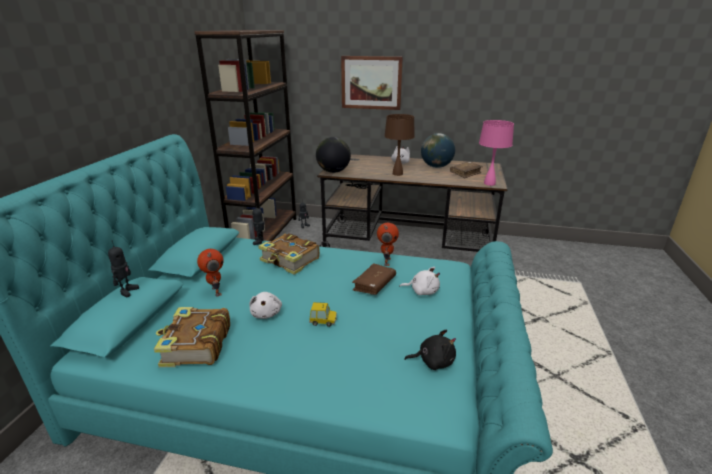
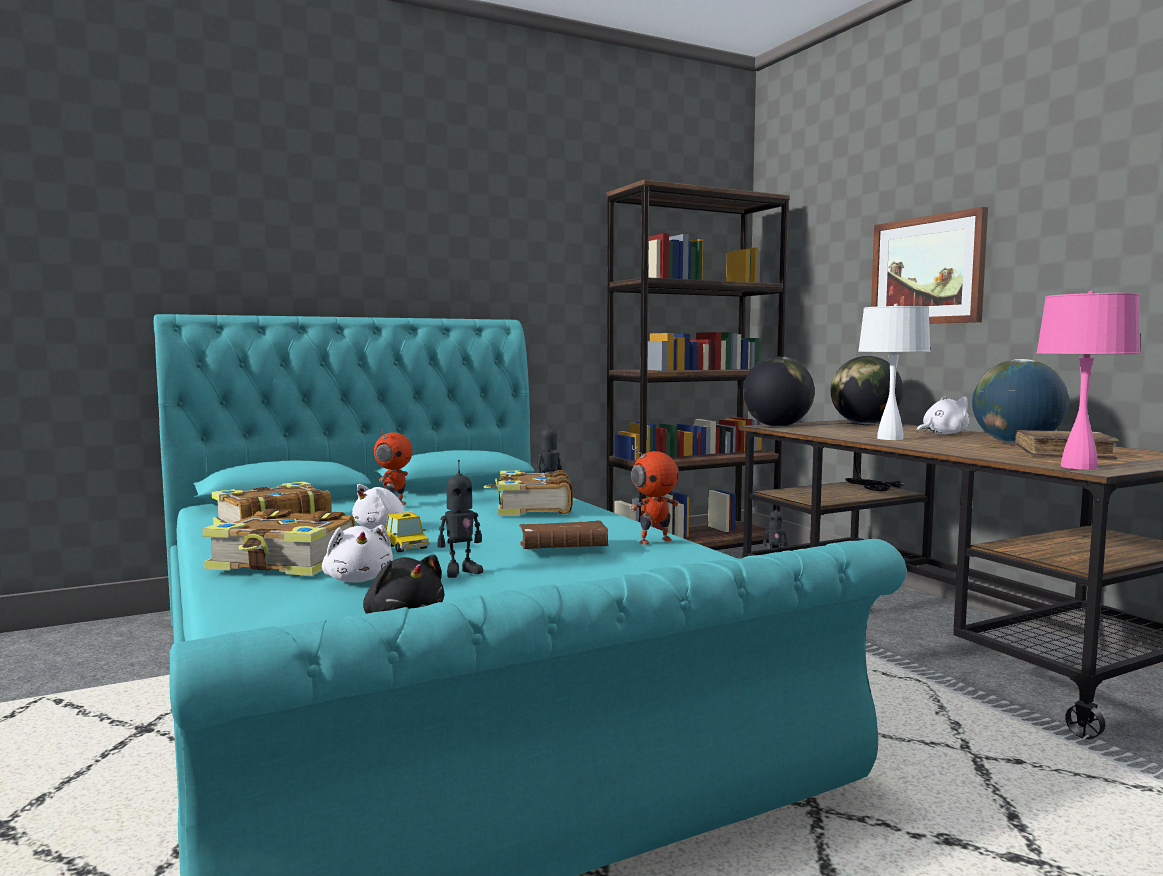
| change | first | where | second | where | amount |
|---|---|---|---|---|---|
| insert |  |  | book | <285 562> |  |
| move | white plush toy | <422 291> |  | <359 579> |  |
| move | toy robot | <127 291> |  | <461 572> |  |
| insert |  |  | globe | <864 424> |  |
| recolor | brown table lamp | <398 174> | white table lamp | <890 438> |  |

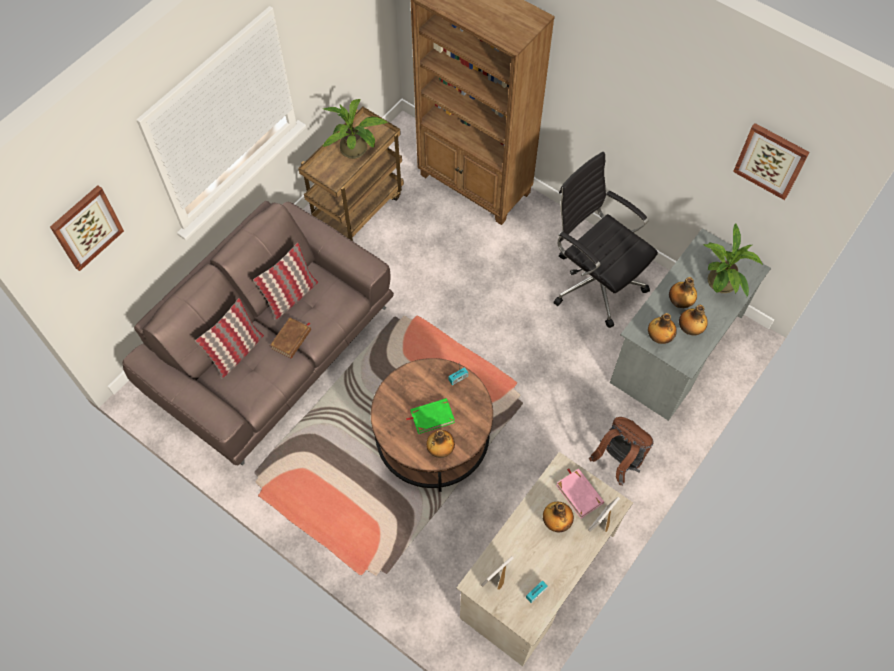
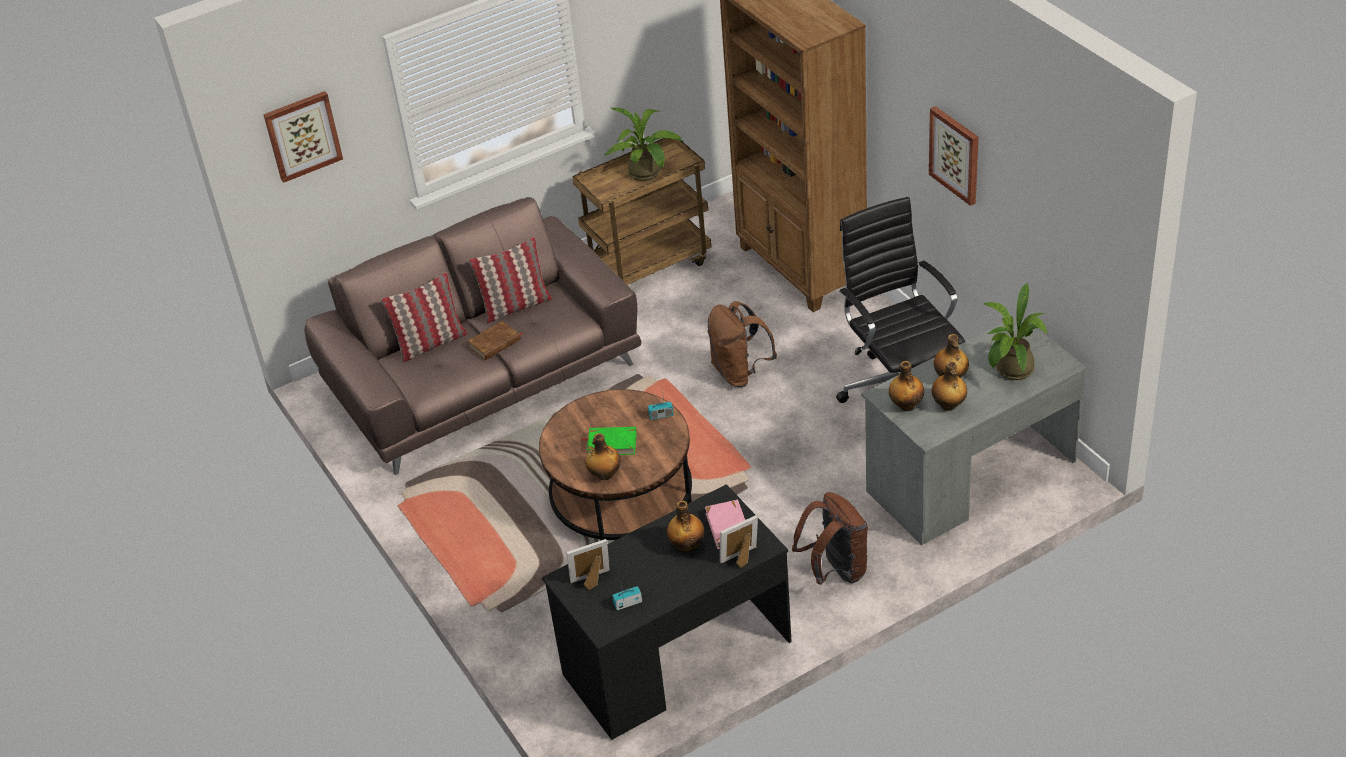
| change | first | where | second | where | amount |
|---|---|---|---|---|---|
| recolor | beige desk | <537 576> | black desk | <676 658> |  |
| insert |  |  | brown backpack | <740 373> |  |
| move | picture | <771 160> |  | <955 154> |  |

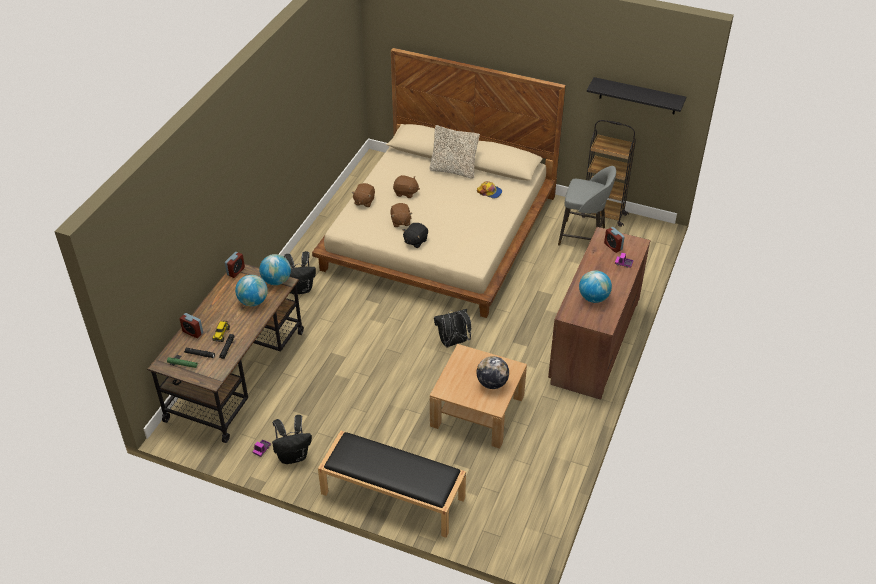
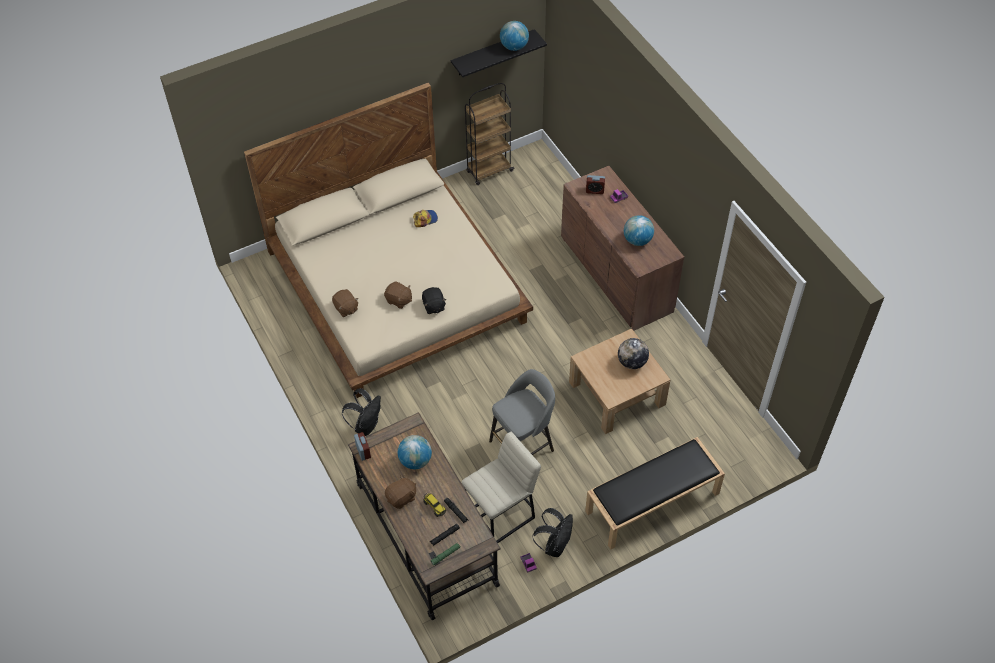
| change | first | where | second | where | amount |
|---|---|---|---|---|---|
| move | brown plush toy | <406 193> |  | <401 498> |  |
| insert |  |  | beige chair | <501 514> |  |
| move | grey stool | <583 236> |  | <523 445> |  |
| move | globe | <276 281> |  | <514 47> |  |
| delete | alarm clock | <193 332> |  |  |  |
| delete | beige pillow | <454 169> |  |  |  |
| delete | black backpack | <453 342> |  |  |  |

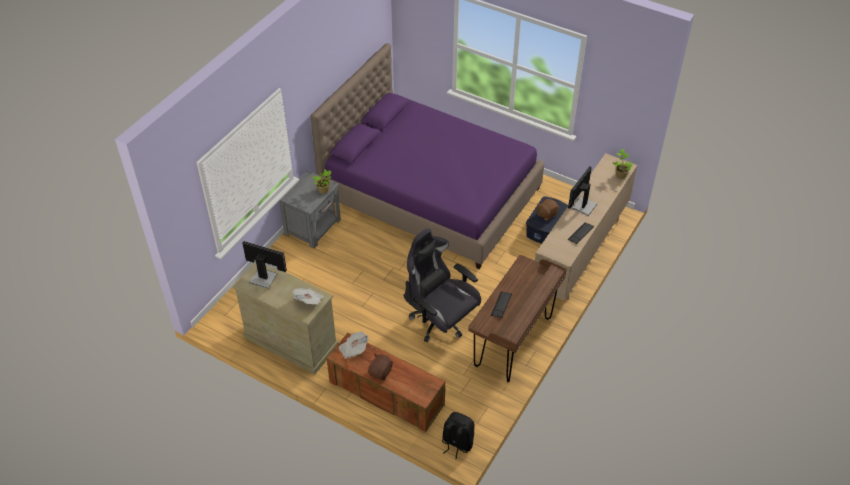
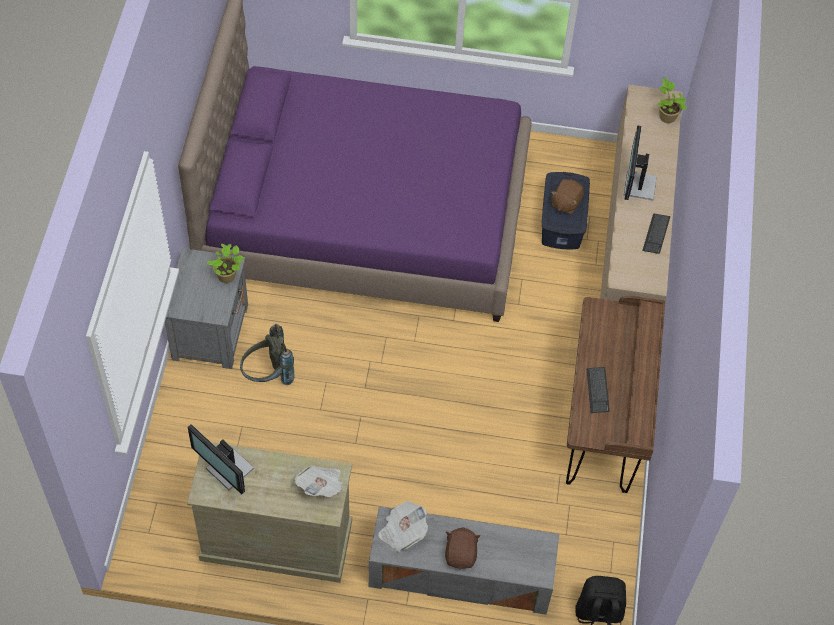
| change | first | where | second | where | amount |
|---|---|---|---|---|---|
| rotate | monitor | <263 277> |  | <228 470> | 135 degrees counterclockwise |
| insert |  |  | grey backpack | <268 375> |  |
| recolor | brown bench | <385 393> | grey bench | <459 575> |  |
| delete | black office chair | <441 323> |  |  |  |

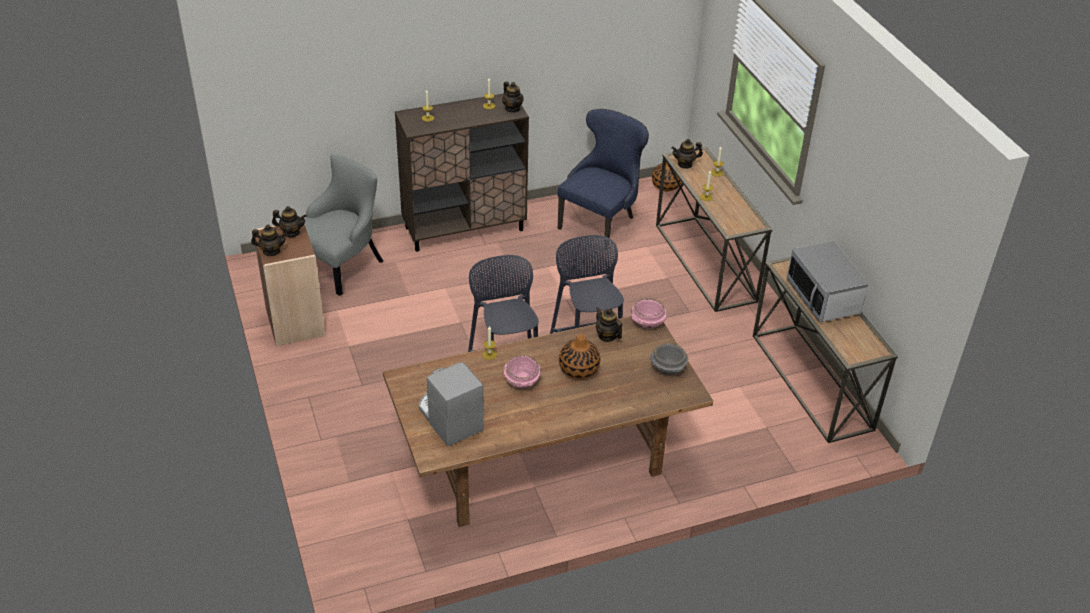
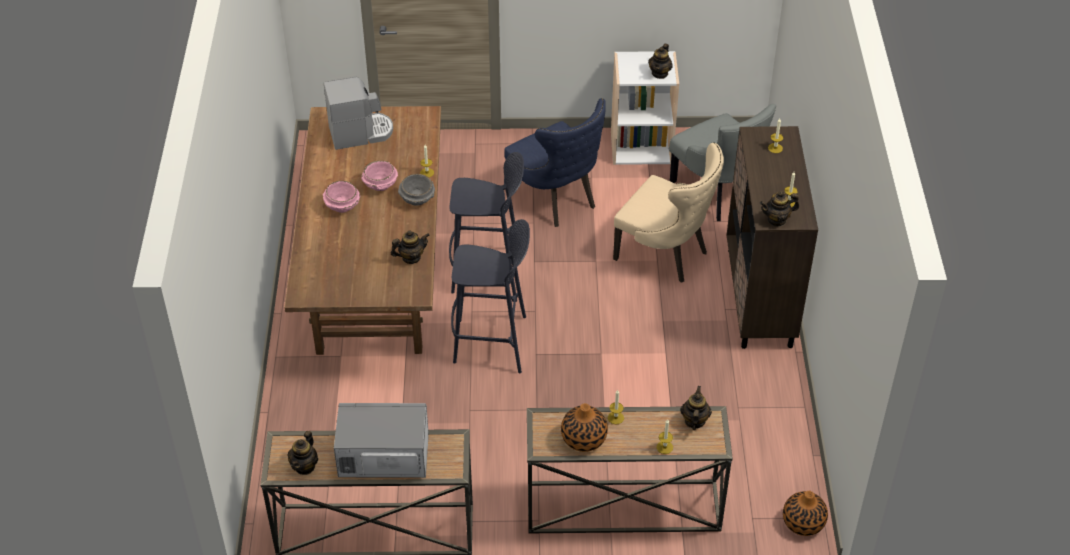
| change | first | where | second | where | amount |
|---|---|---|---|---|---|
| move | teapot | <271 251> |  | <305 466> |  |
| move | pink bowl | <647 323> |  | <342 206> |  |
| move | grey bowl | <667 369> |  | <417 199> |  |
| move | blue chair | <600 223> |  | <556 199> |  |
| move | vase | <578 369> |  | <583 438> |  |
| recolor | brown bookcase | <294 321> | white bookcase | <642 147> |  |
| insert |  |  | beige chair | <665 254> |  |

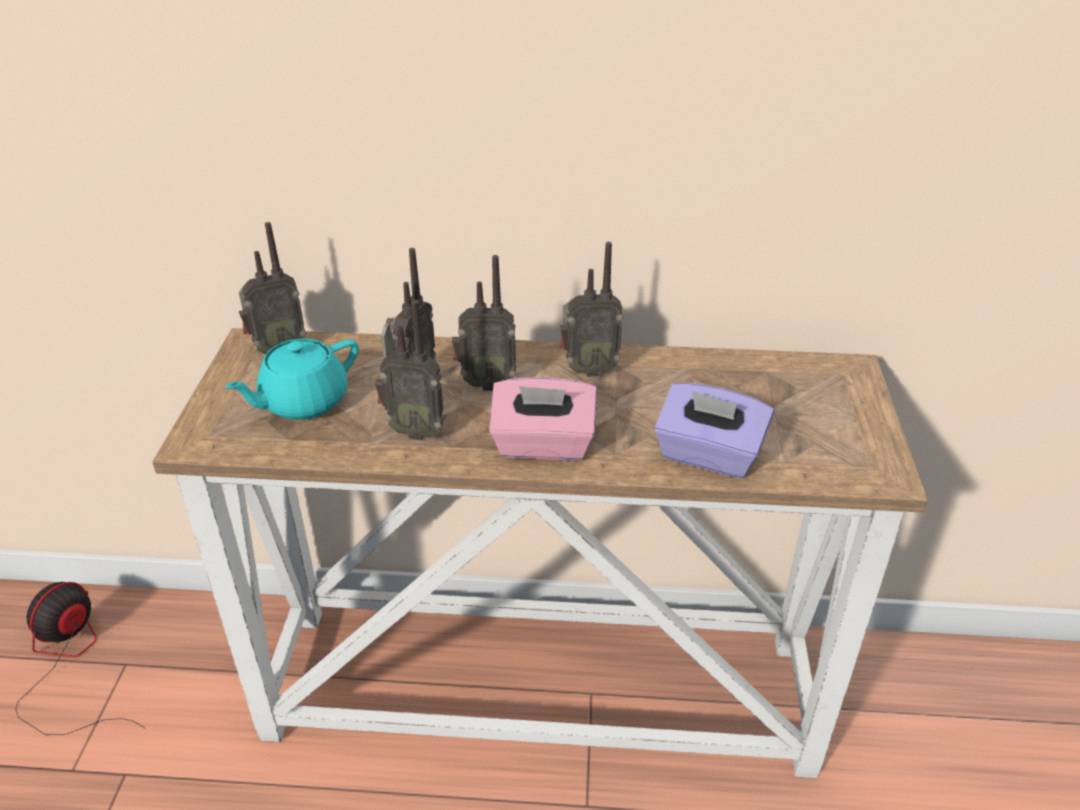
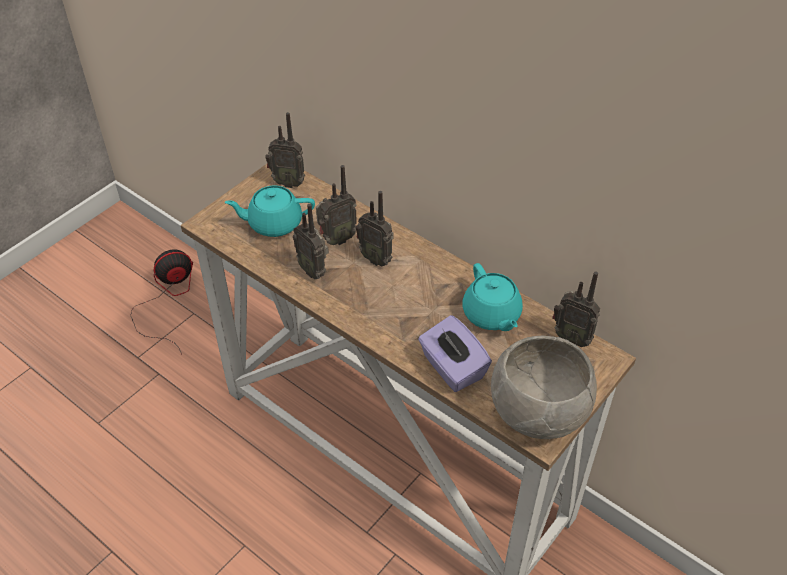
| change | first | where | second | where | amount |
|---|---|---|---|---|---|
| insert |  |  | turquoise teapot | <491 315> |  |
| insert |  |  | grey bowl | <539 413> |  |
| move | radio | <588 369> |  | <571 338> |  |
| delete | pink tissue box | <543 445> |  |  |  |

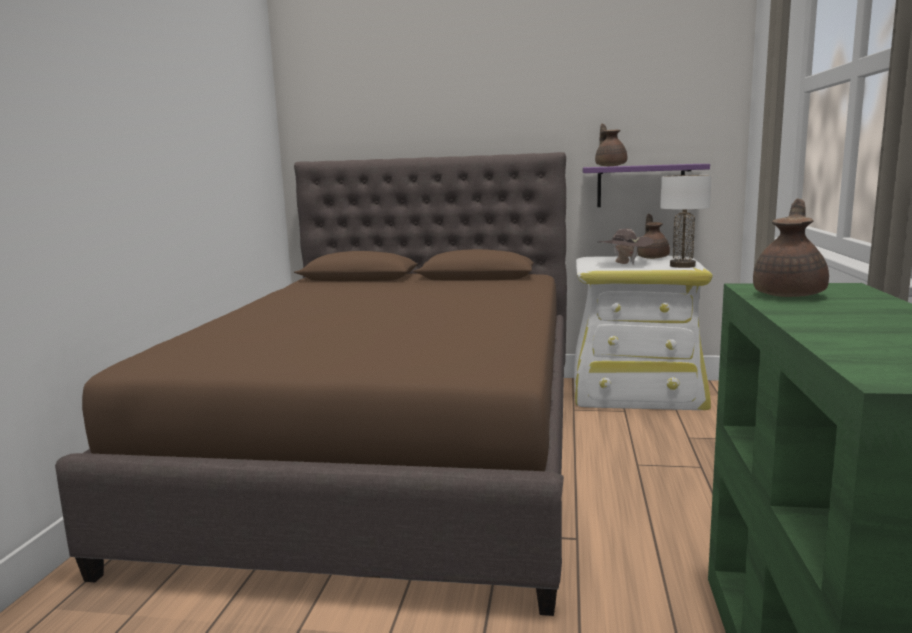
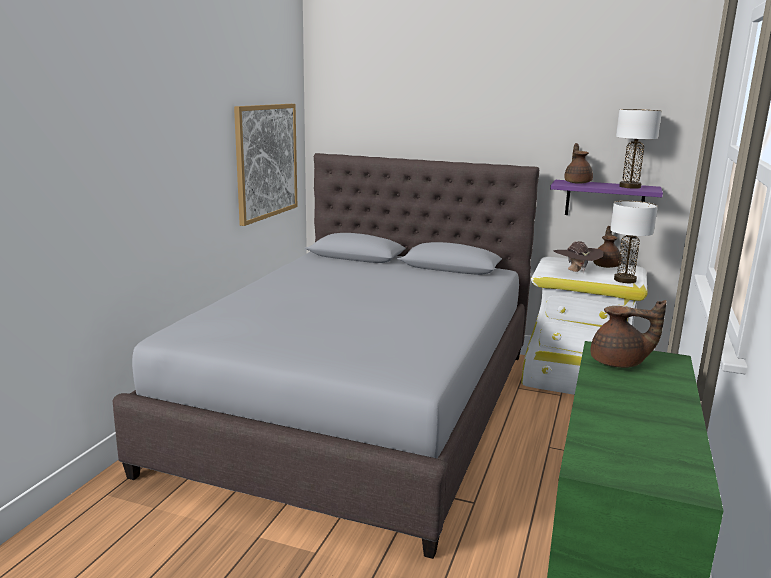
| change | first | where | second | where | amount |
|---|---|---|---|---|---|
| recolor | brown bed | <393 451> | grey bed | <361 406> |  |
| insert |  |  | picture | <266 161> |  |
| rotate | brown teapot | <790 294> |  | <619 363> | 60 degrees clockwise |
| insert |  |  | table lamp | <629 187> |  |

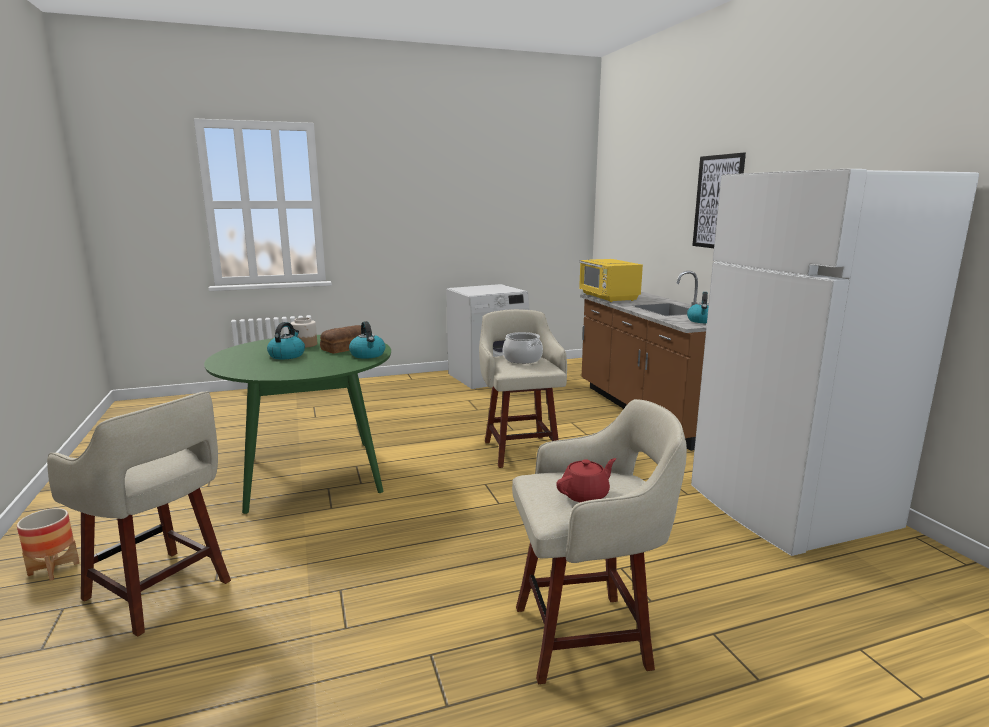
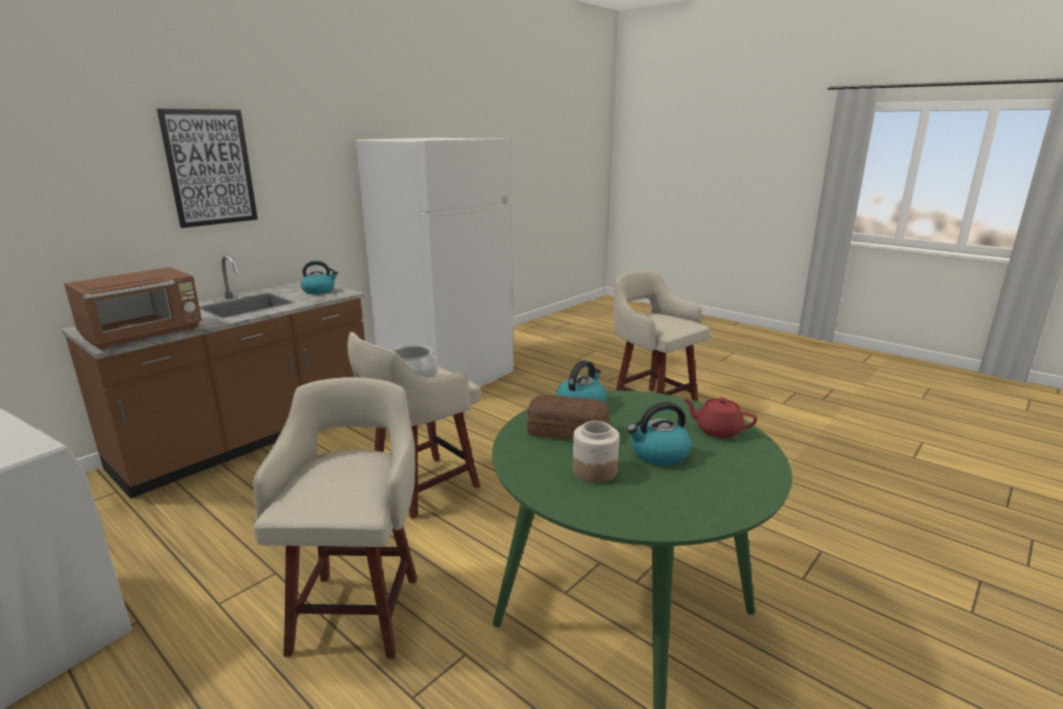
| change | first | where | second | where | amount |
|---|---|---|---|---|---|
| recolor | yellow microwave | <608 297> | brown microwave | <145 334> |  |
| move | beige stool | <160 593> |  | <358 609> |  |
| move | red teapot | <585 495> |  | <717 430> |  |
| delete | planter | <54 569> |  |  |  |

